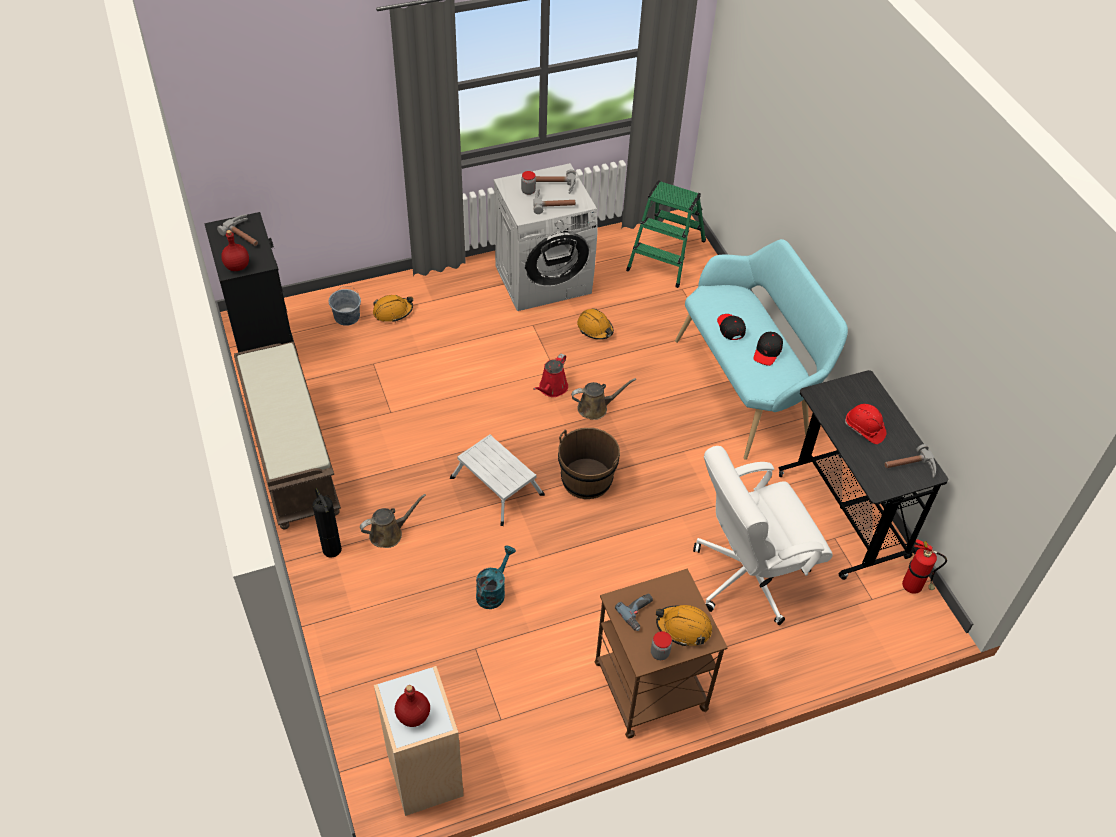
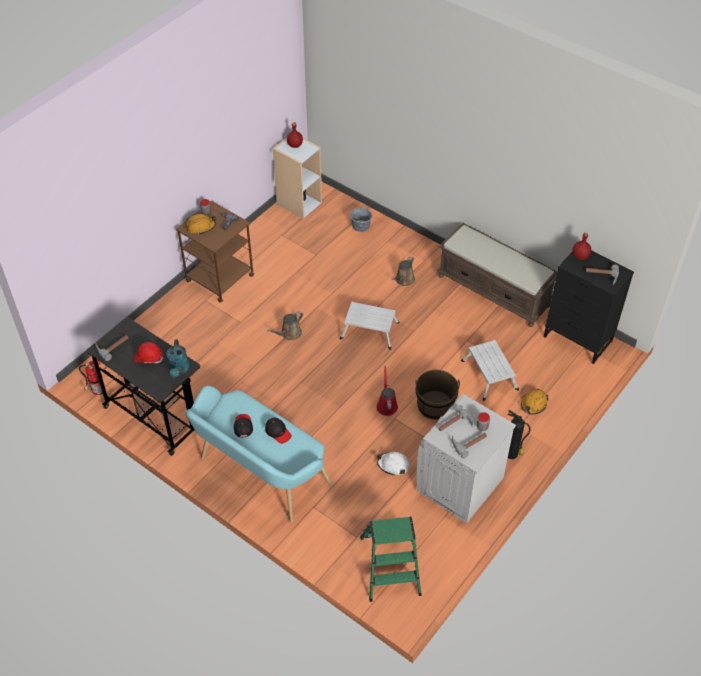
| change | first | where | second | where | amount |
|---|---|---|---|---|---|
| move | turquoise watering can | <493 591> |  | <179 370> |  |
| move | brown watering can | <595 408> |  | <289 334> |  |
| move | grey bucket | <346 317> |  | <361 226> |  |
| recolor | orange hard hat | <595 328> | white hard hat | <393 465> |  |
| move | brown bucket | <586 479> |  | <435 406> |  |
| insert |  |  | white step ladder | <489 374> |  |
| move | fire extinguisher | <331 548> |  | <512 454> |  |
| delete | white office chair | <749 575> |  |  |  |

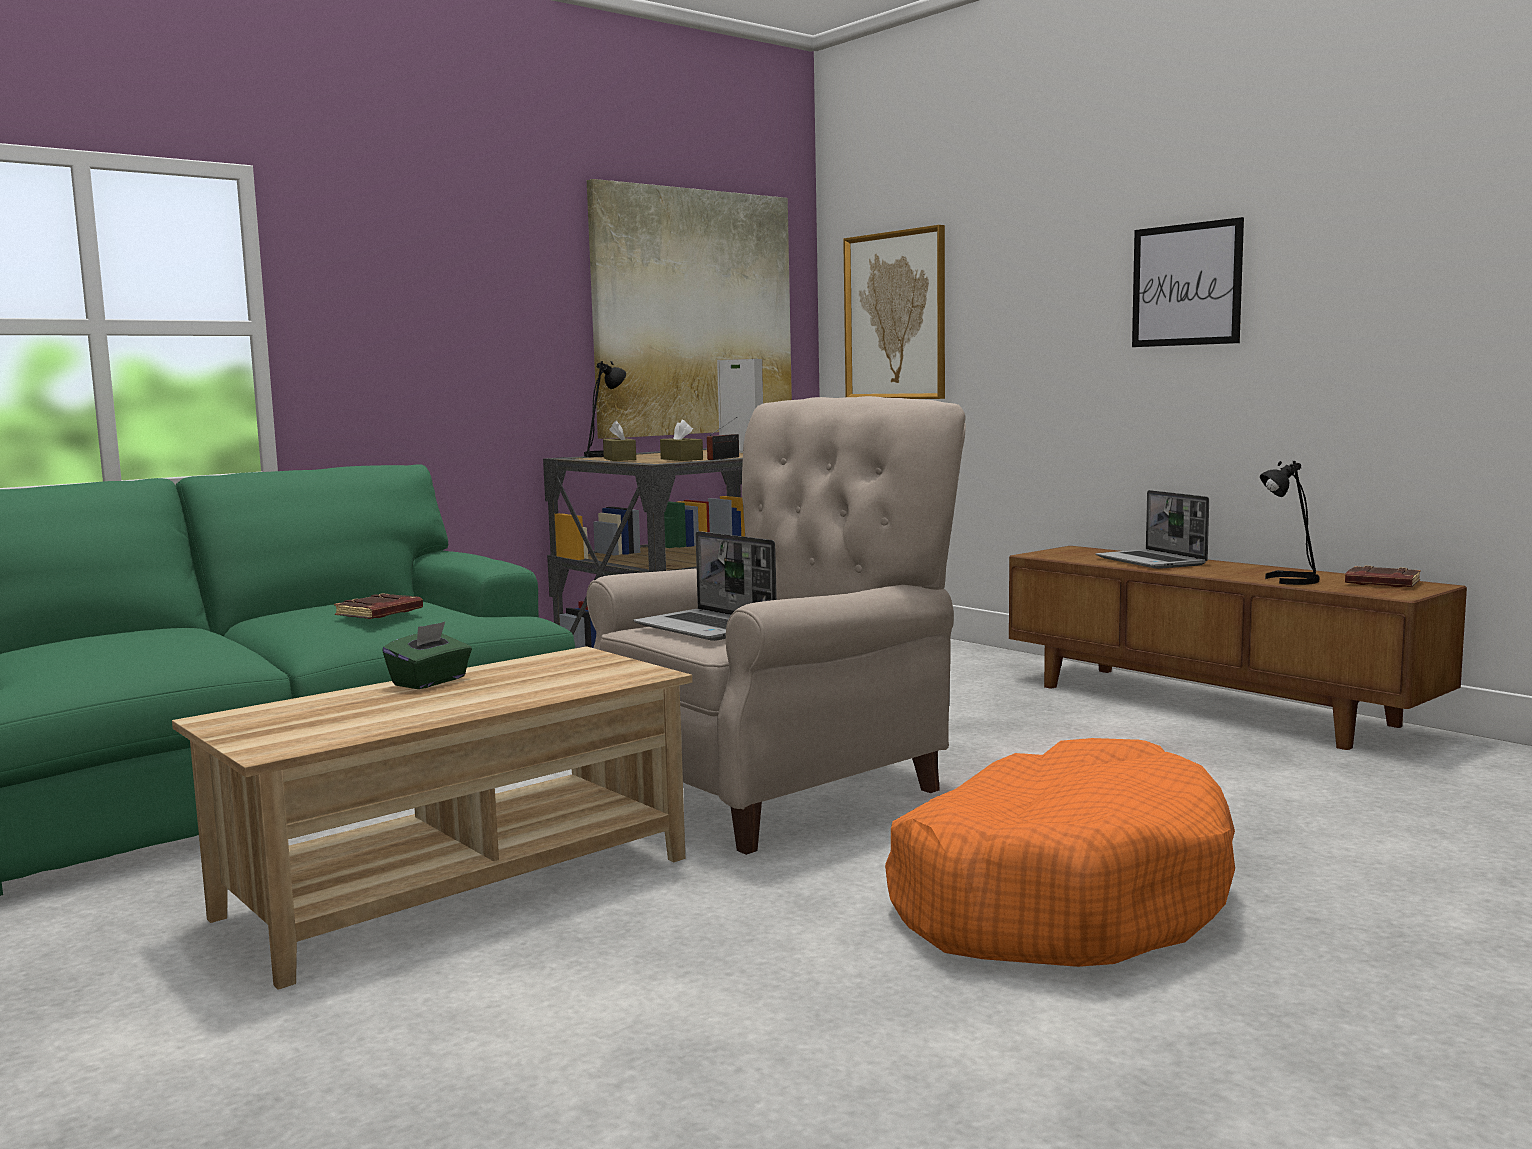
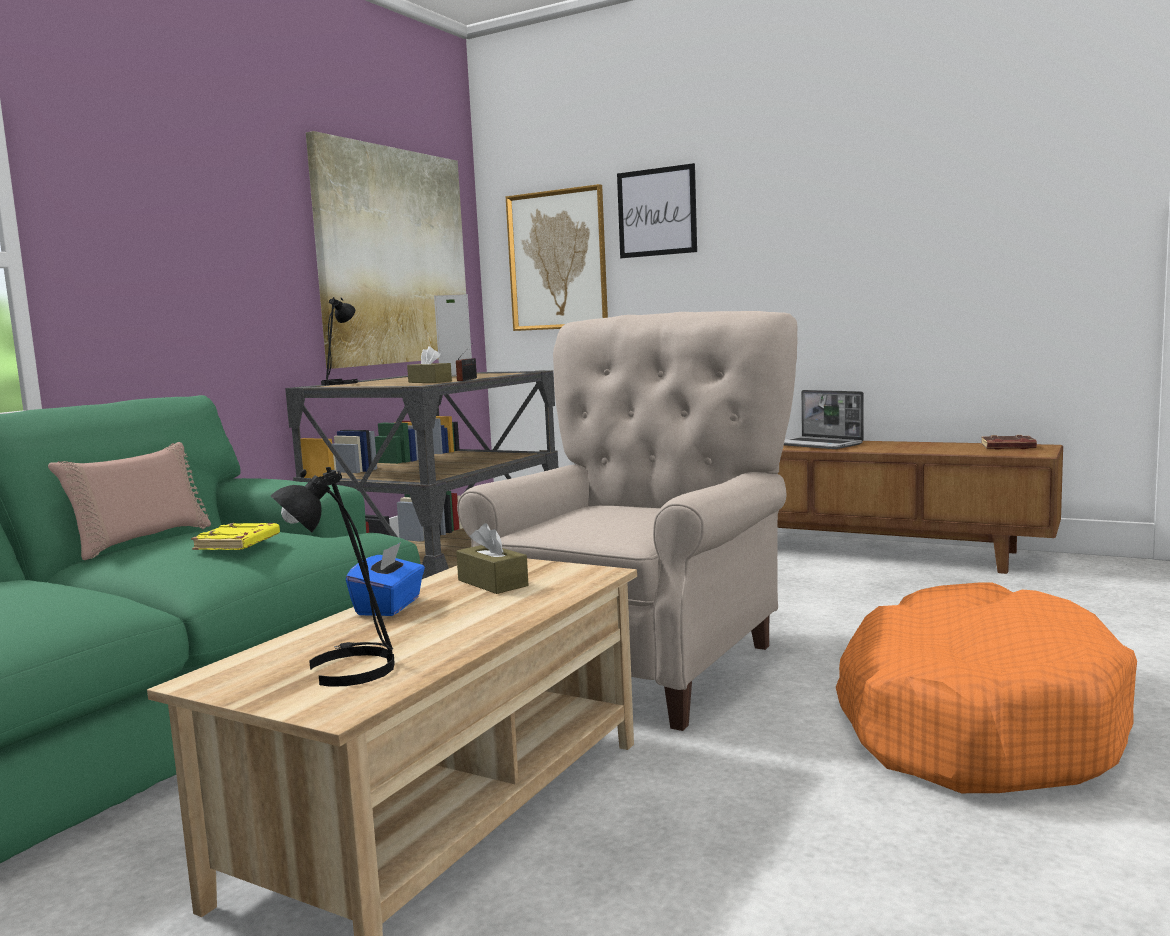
| change | first | where | second | where | amount |
|---|---|---|---|---|---|
| insert |  |  | beige pillow | <141 541> |  |
| recolor | brown book | <379 613> | yellow book | <238 543> |  |
| move | black table lamp | <1289 580> |  | <348 668> |  |
| recolor | green tissue box | <430 682> | blue tissue box | <389 606> |  |
| move | brown tissue box | <619 459> |  | <492 583> |  |
| move | picture | <1186 285> |  | <657 212> |  |
| delete | laptop | <707 628> |  |  |  |

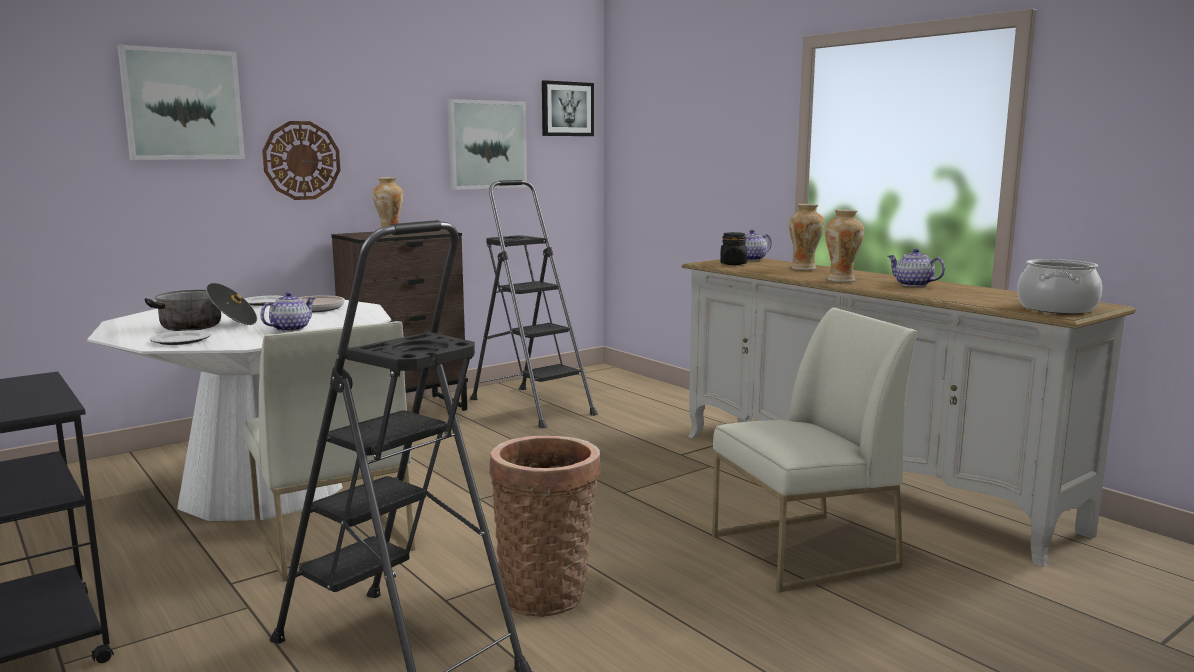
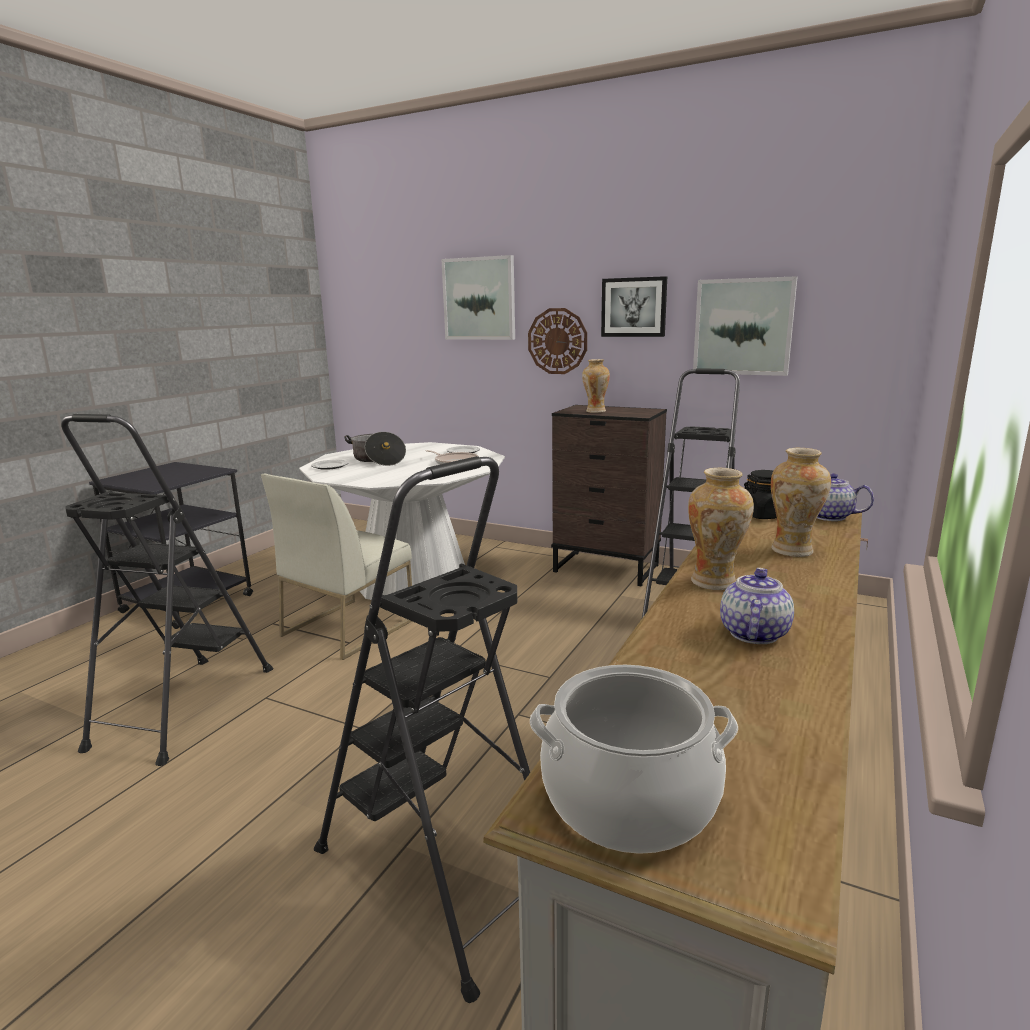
| change | first | where | second | where | amount |
|---|---|---|---|---|---|
| replace | white chair | <803 552> | step ladder | <438 877> |  |
| move | picture | <567 109> |  | <634 307> |  |
| delete | teapot | <290 329> |  |  |  |
| delete | basket | <546 592> |  |  |  |

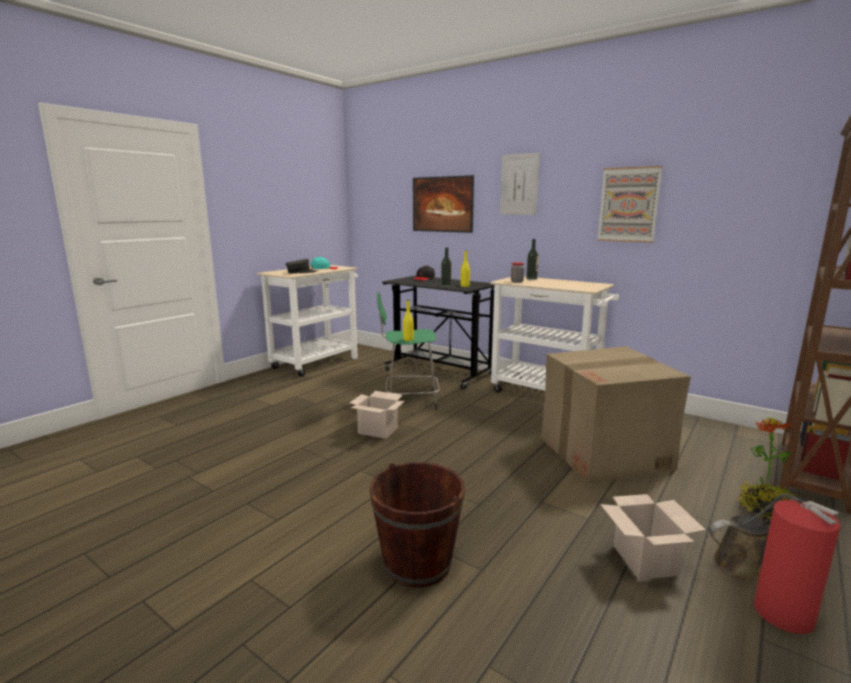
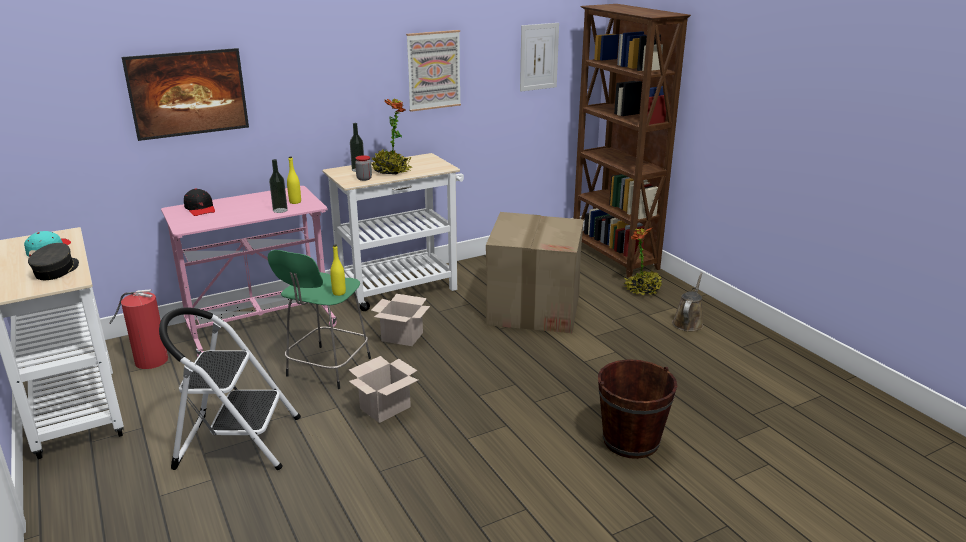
| change | first | where | second | where | amount |
|---|---|---|---|---|---|
| move | fire extinguisher | <781 610> |  | <150 360> |  |
| insert |  |  | step ladder | <234 442> |  |
| recolor | black desk | <438 372> | pink desk | <261 326> |  |
| insert |  |  | potted plant | <391 171> |  |
| move | cardboard box | <646 561> |  | <403 336> |  |
| move | picture | <519 184> |  | <539 57> |  |

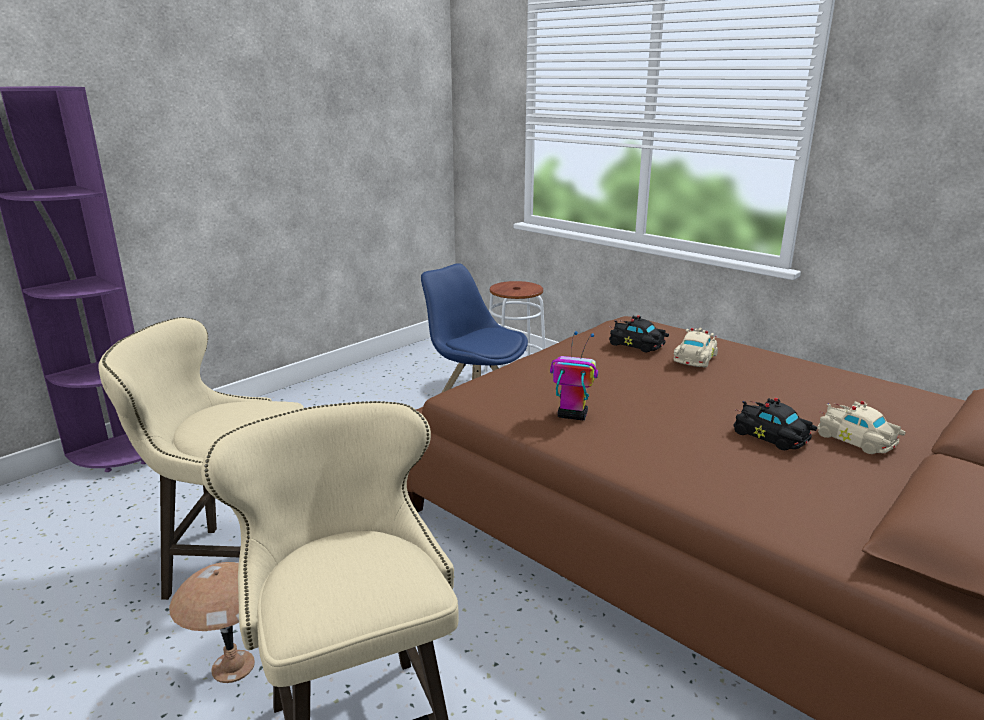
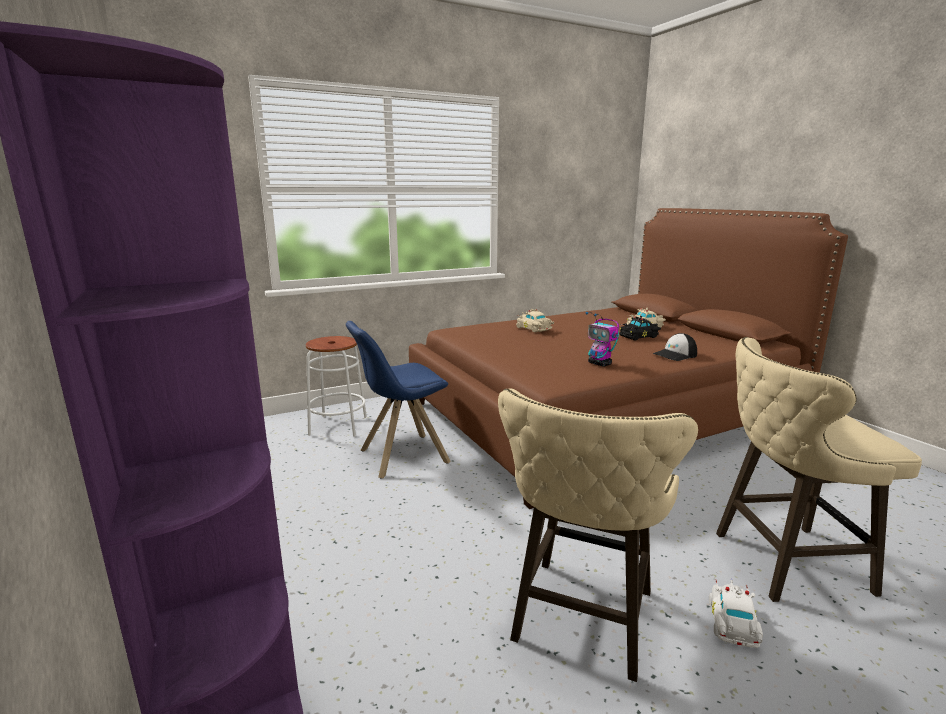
| change | first | where | second | where | amount |
|---|---|---|---|---|---|
| rotate | toy robot | <571 415> |  | <600 364> | 75 degrees counterclockwise |
| insert |  |  | cap | <675 355> |  |
| replace | brown table lamp | <233 666> | white toy car | <732 624> |  |
| delete | black toy car | <637 345> |  |  |  |

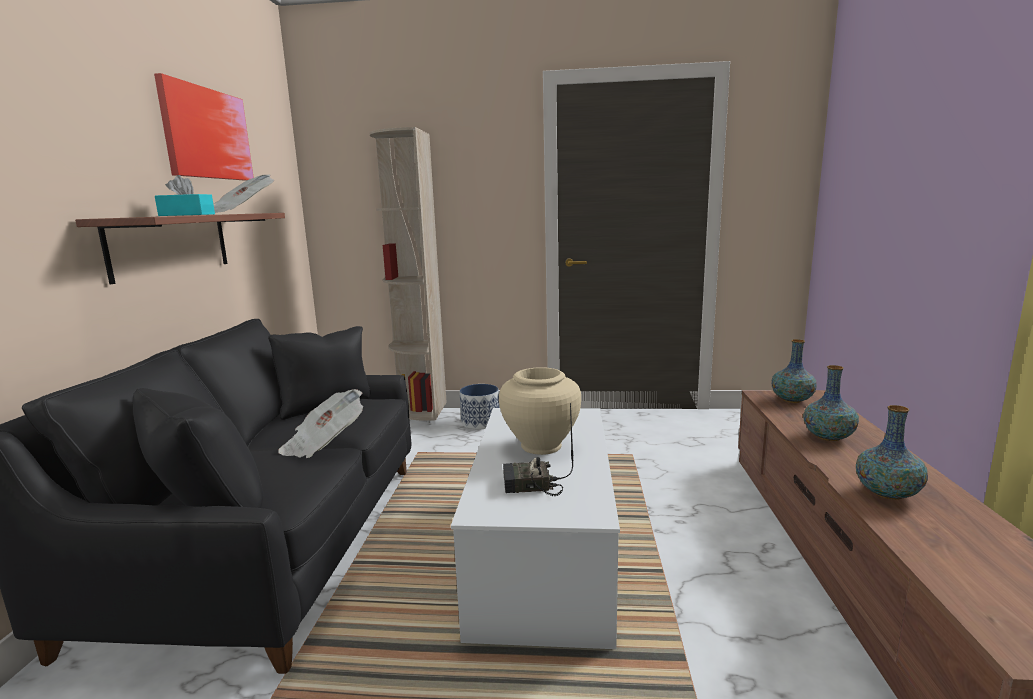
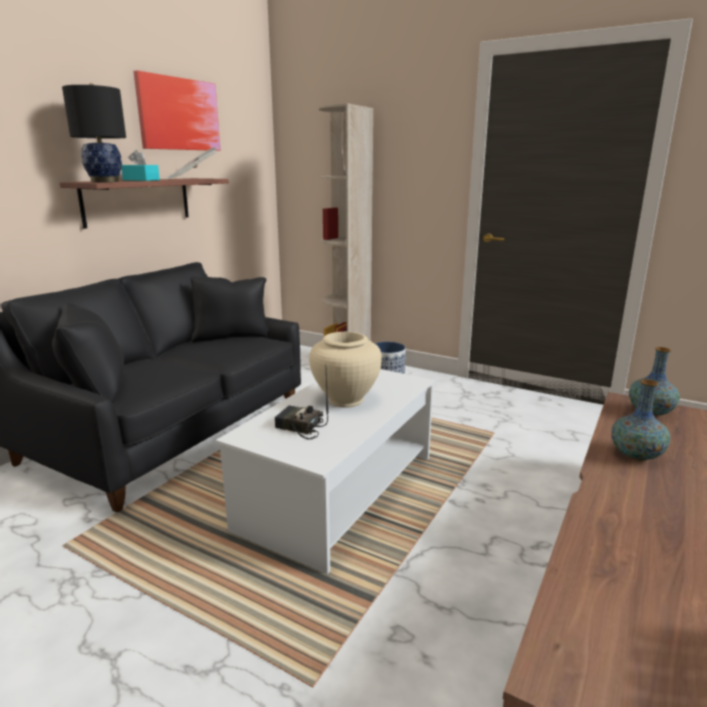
| change | first | where | second | where | amount |
|---|---|---|---|---|---|
| insert |  |  | black table lamp | <104 181> |  |
| delete | newspaper | <324 444> |  |  |  |
| delete | vase | <887 493> |  |  |  |

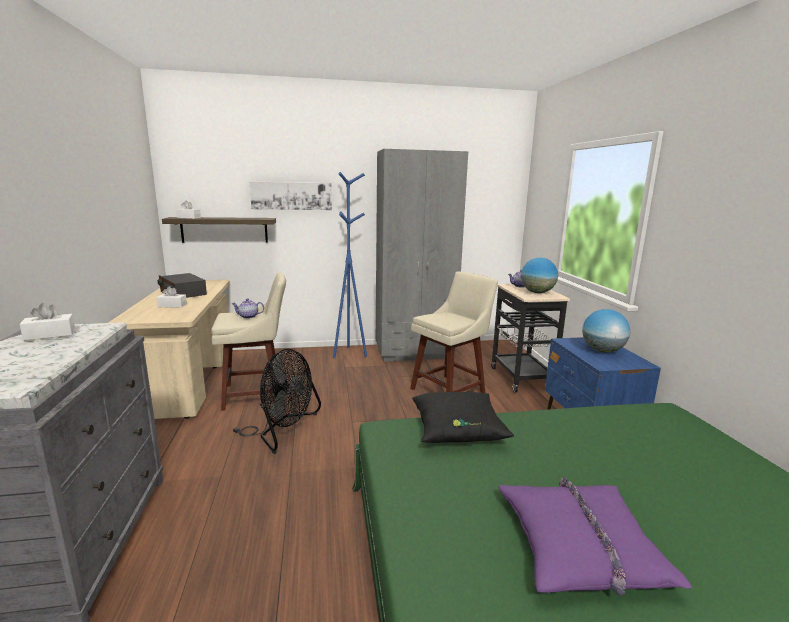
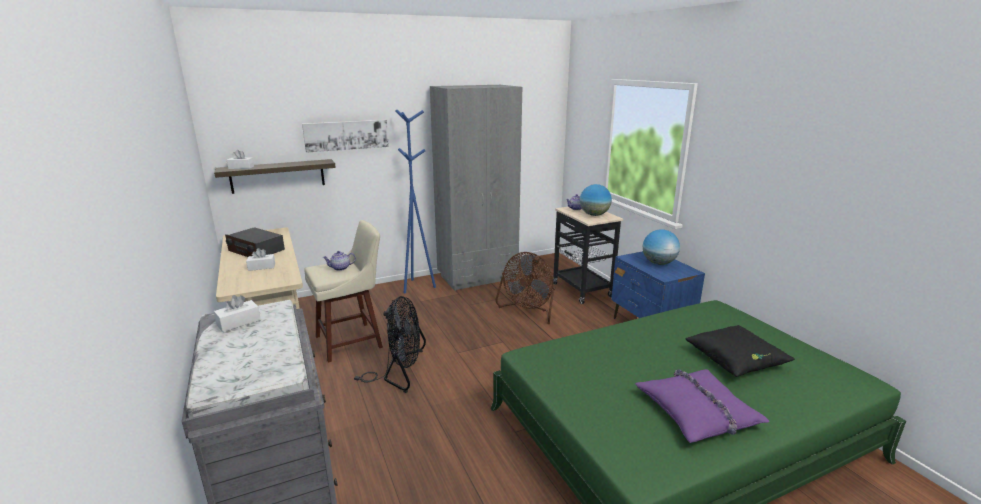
| change | first | where | second | where | amount |
|---|---|---|---|---|---|
| replace | beige stool | <450 390> | brown fan | <527 310> |  |
| move | black pillow | <457 430> |  | <735 361> |  |

